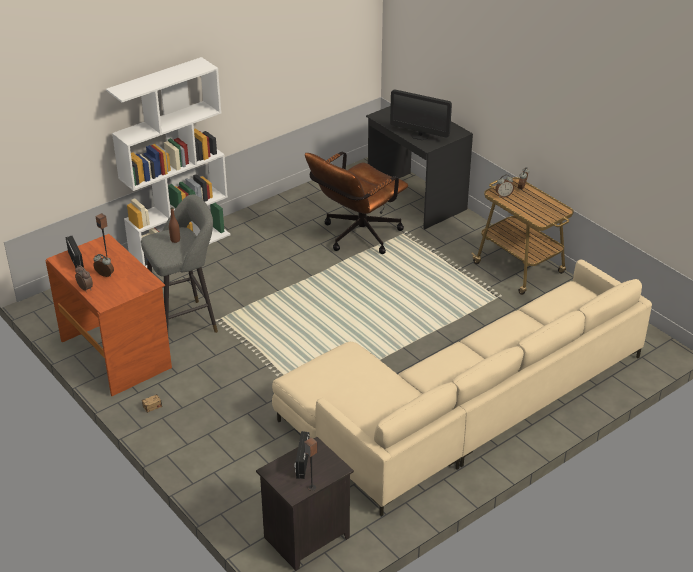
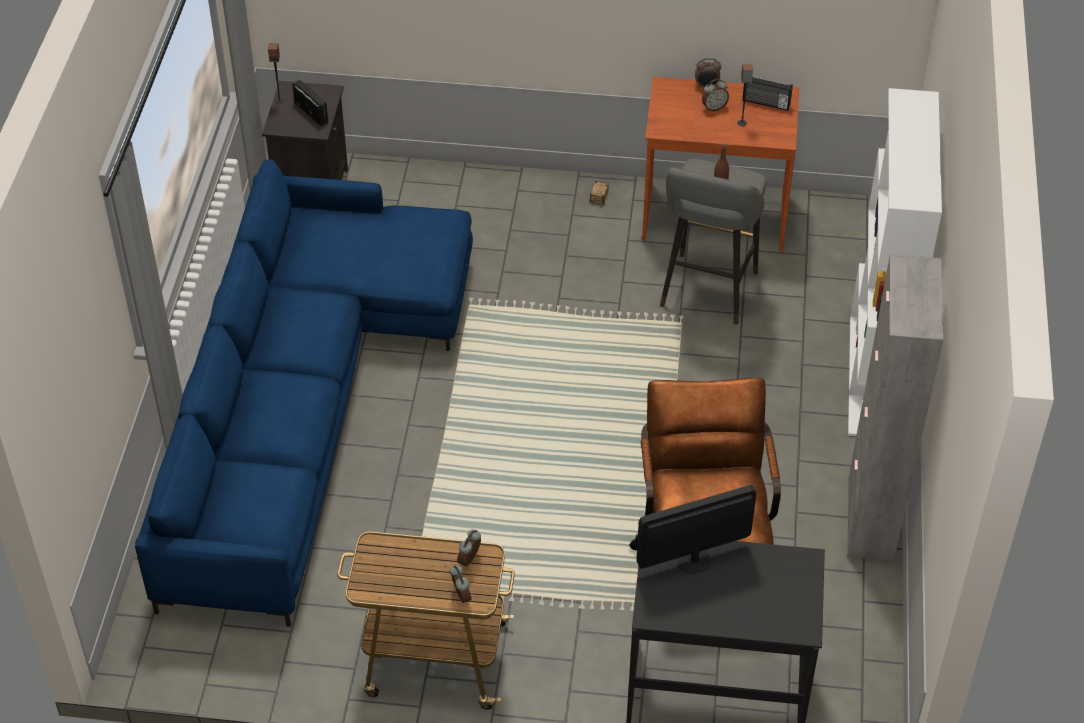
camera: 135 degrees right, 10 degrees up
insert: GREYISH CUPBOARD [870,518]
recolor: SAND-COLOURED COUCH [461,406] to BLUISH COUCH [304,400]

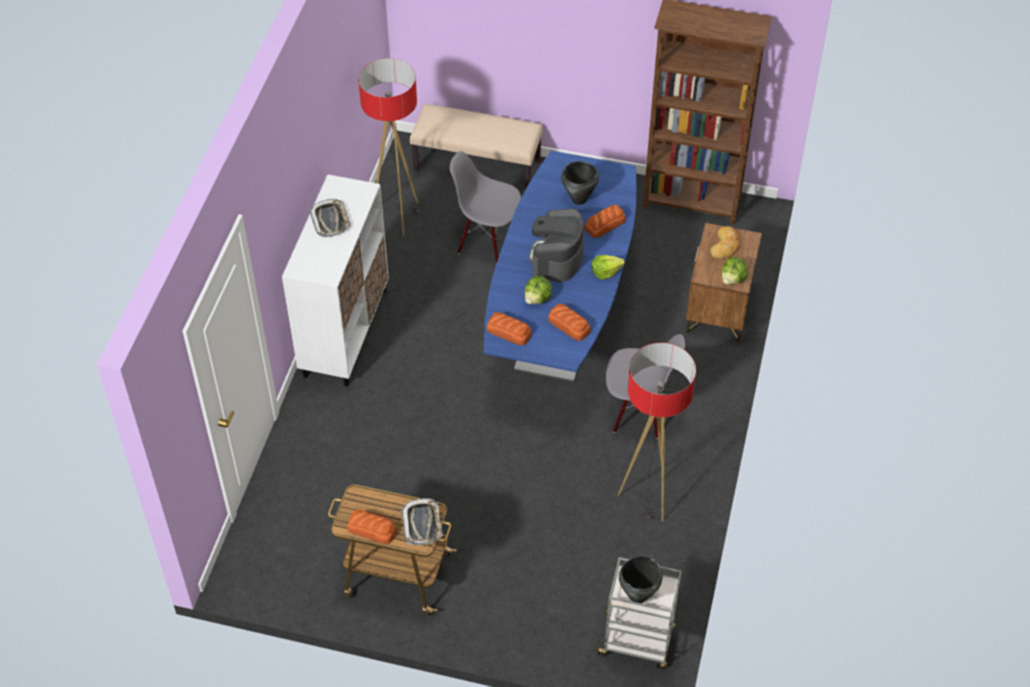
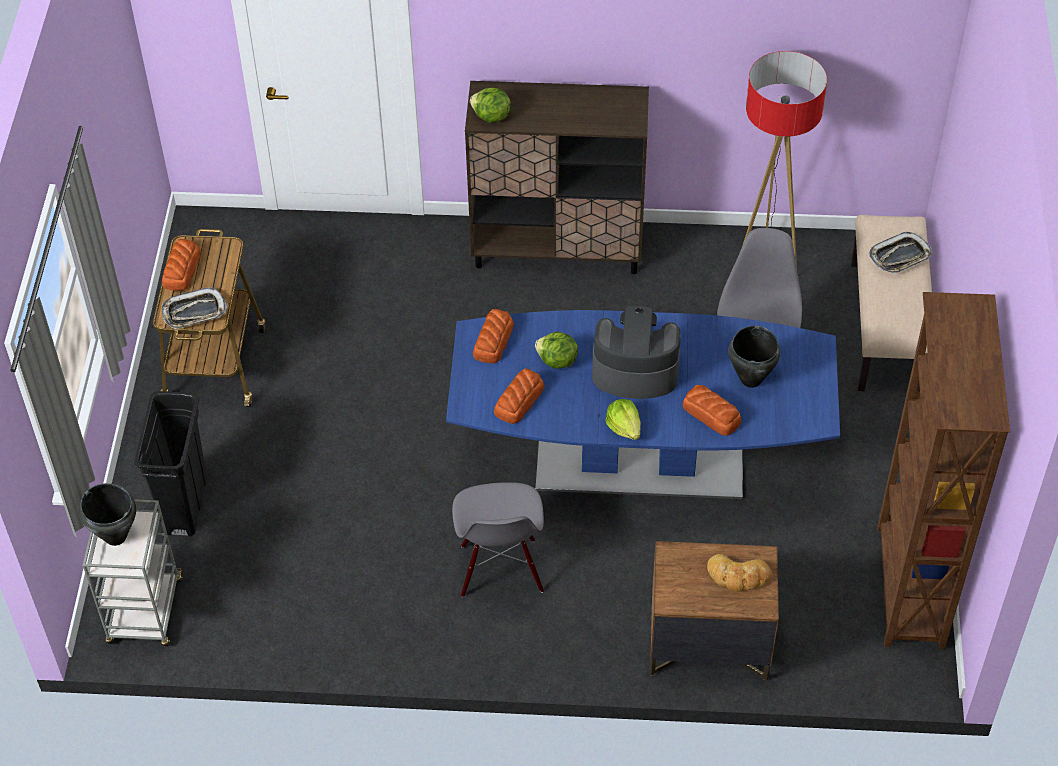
camera: 80 degrees right, 0 degrees up
delete: STANDING LAMP [648,498]
insert: BLACKISH RUBBISH BIN [186,505]
move: SERVING TRAY [330,220] to [900,257]; LETTUCE [733,279] to [491,117]
recolor: WHITISH CUPBOARD [345,332] to BROWN CUPBOARD [558,249]

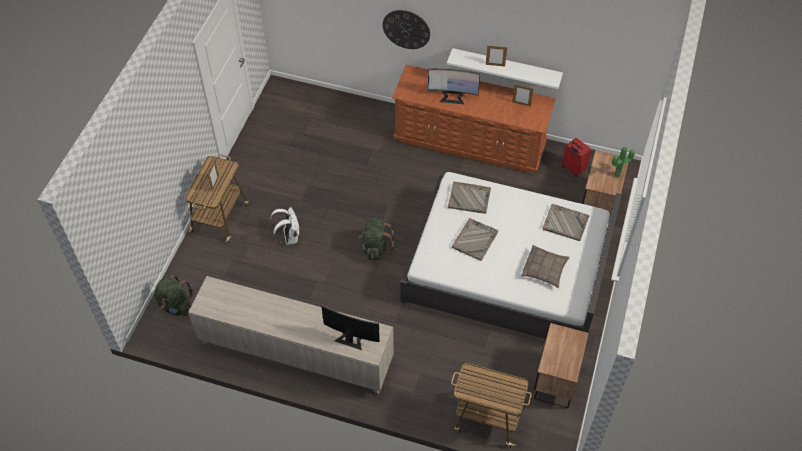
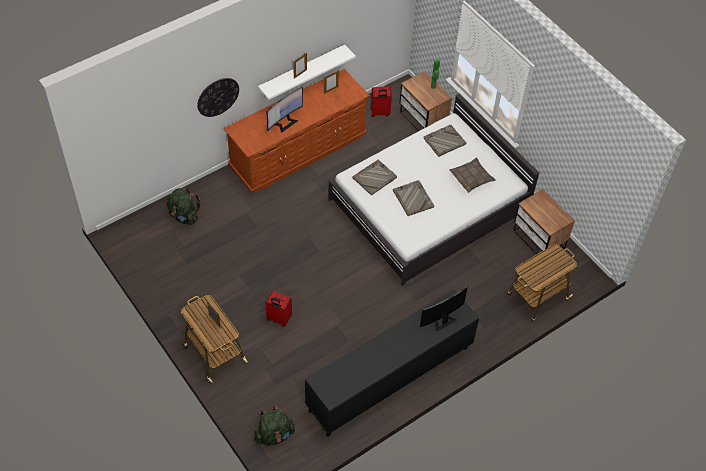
camera: 55 degrees left, 0 degrees up
move: GREEN-COLOURED KNAPSACK [375,248] to [184,216]
replace: WHITISH KNAPSACK [289,237] to REDDISH PIECE OF LUGGAGE [278,319]
recolor: SAND-COLOURED CUPBOARD [296,353] to BLACKISH CUPBOARD [390,379]

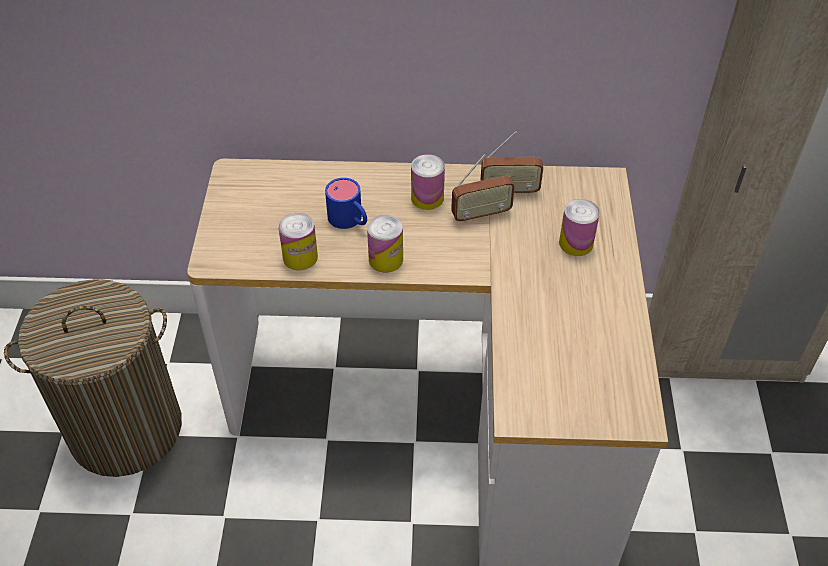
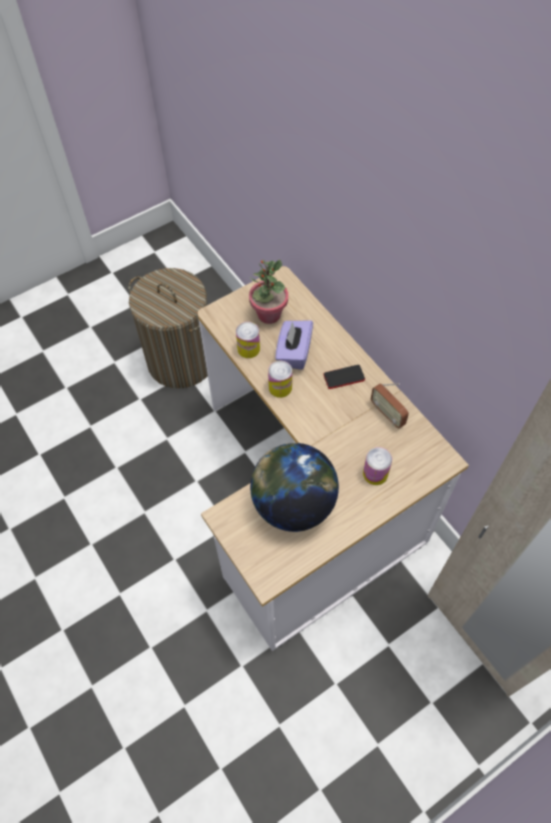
camera: 55 degrees right, 10 degrees up
delete: RADIO SET [481,214]
insert: PLANT IN A POT [268,314]; WORLD GLOBE [293,504]
replace: BLUISH TEA MUG [350,220] to PURPLE-COLOURED TISSUE HOLDER [294,353]; SEALED CAN [427,198] to TELEPHONE [344,377]

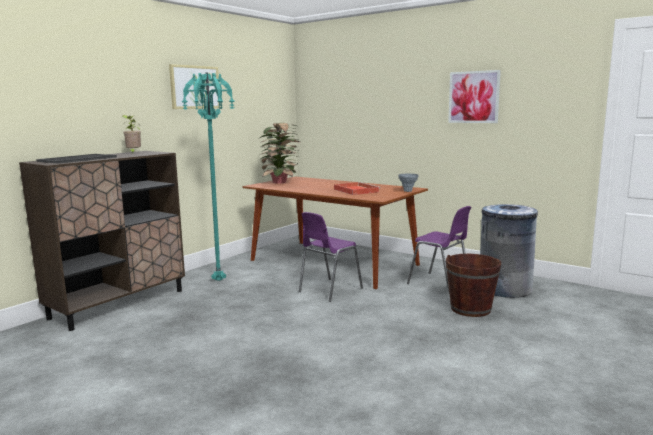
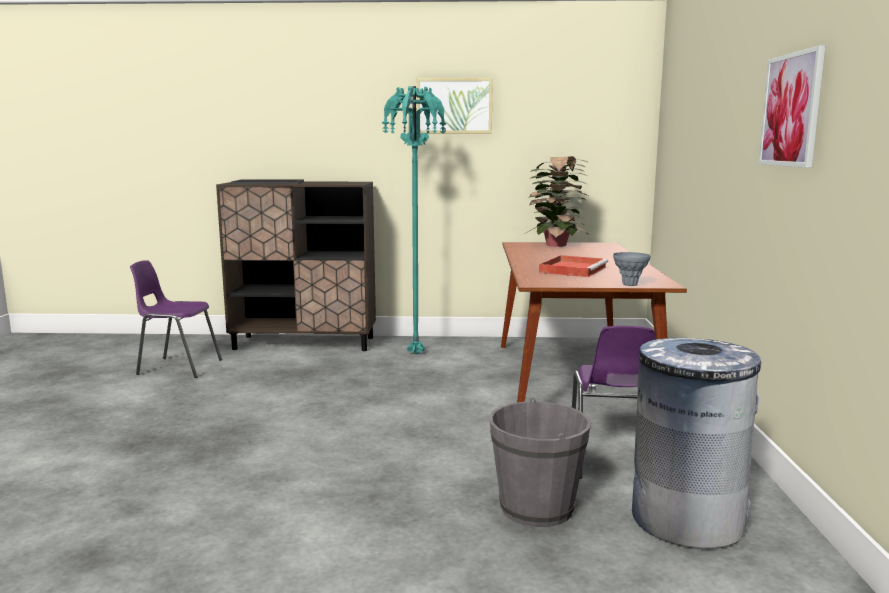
camera: 55 degrees right, 0 degrees up
delete: PLANT IN A POT [133,153]
move: PURPLE-COLOURED PLAIN CHAIR [329,290] to [178,367]
recolor: BROWN WATER BUCKET [470,309] to GREYISH WATER BUCKET [536,508]

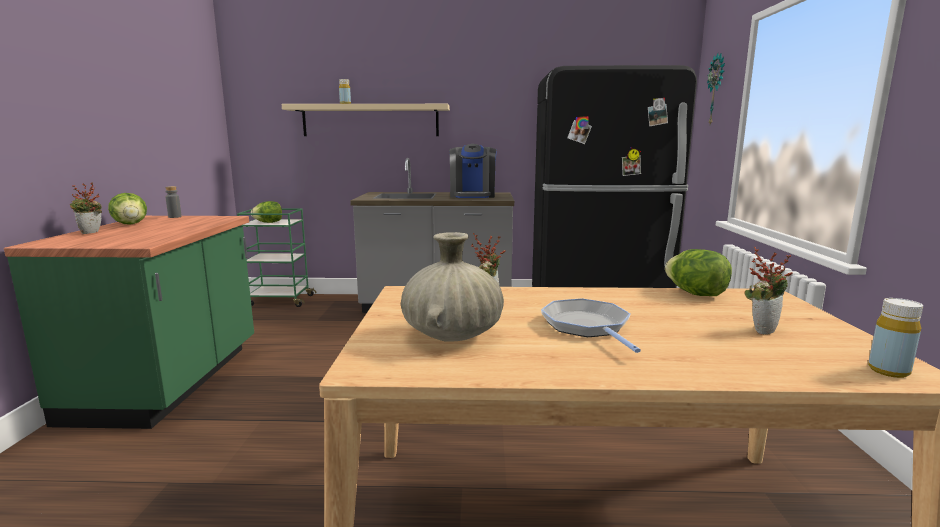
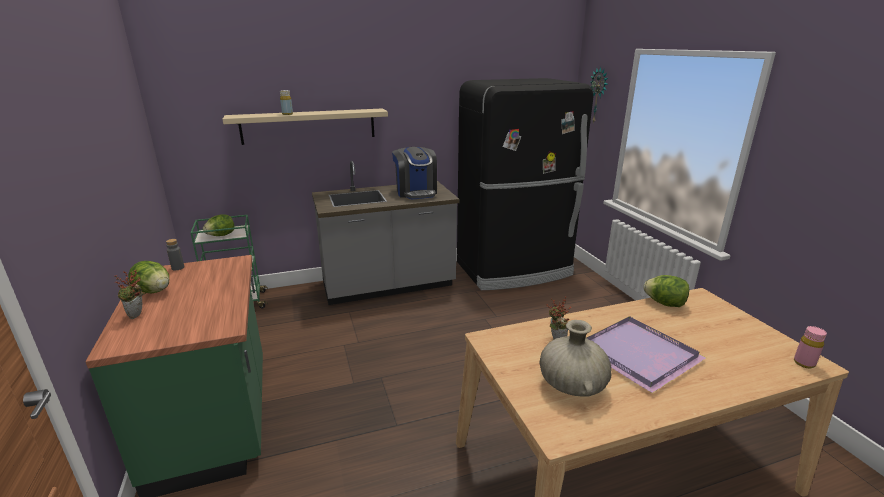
camera: 20 degrees left, 10 degrees up
delete: PLANT IN A POT [761,329]
replace: FRYING PAN [587,326] to PURPLE-COLOURED SERVING TRAY [638,355]
recolor: YELLOW BEVERAGE BOTTLE [888,371] to PINK-COLOURED BEVERAGE BOTTLE [804,363]

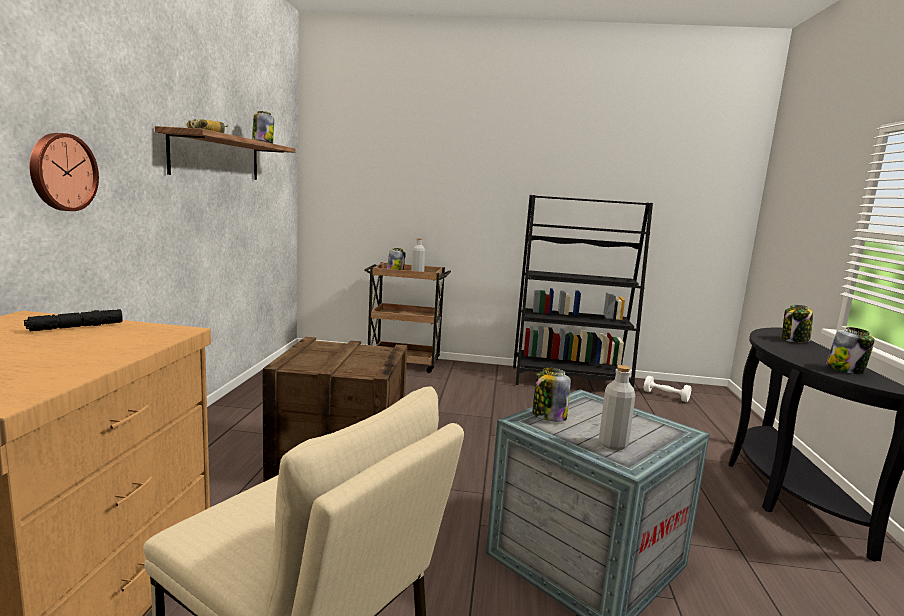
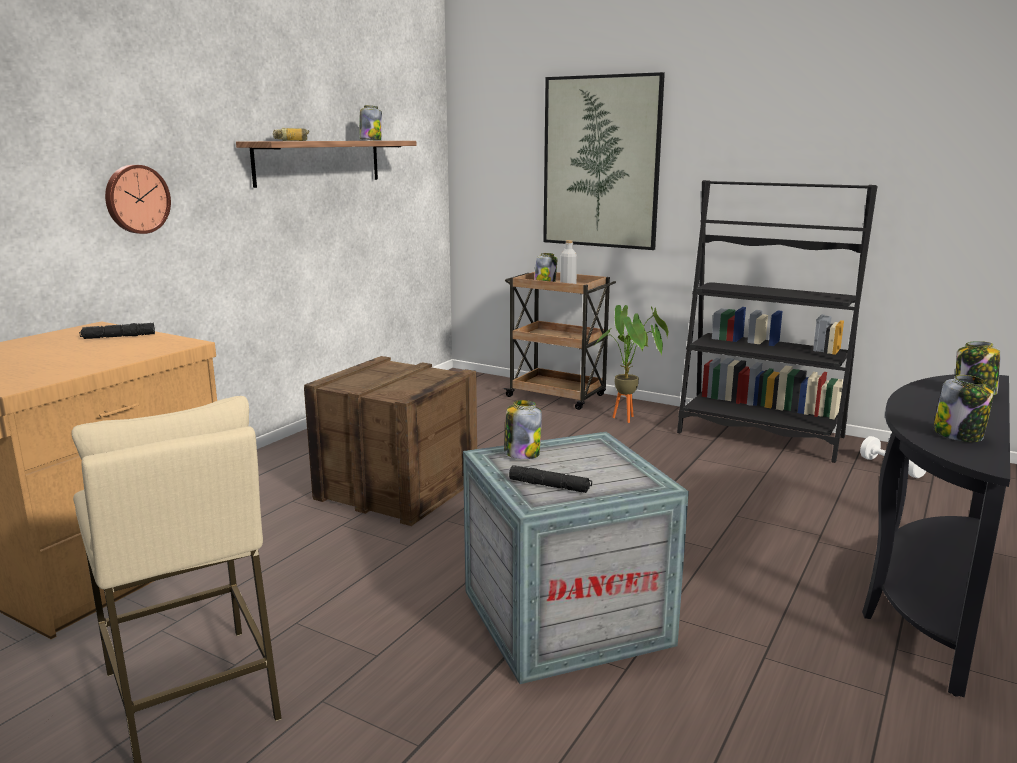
camera: 25 degrees right, 5 degrees up
insert: WALL ART [601,162]; PLANT IN A POT [630,420]
replace: GREYISH BEVERAGE BOTTLE [613,444] to BLACKISH FLASHLIGHT [549,486]

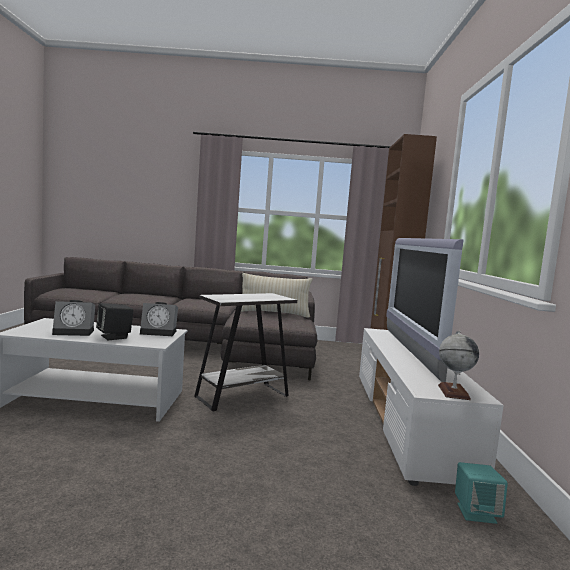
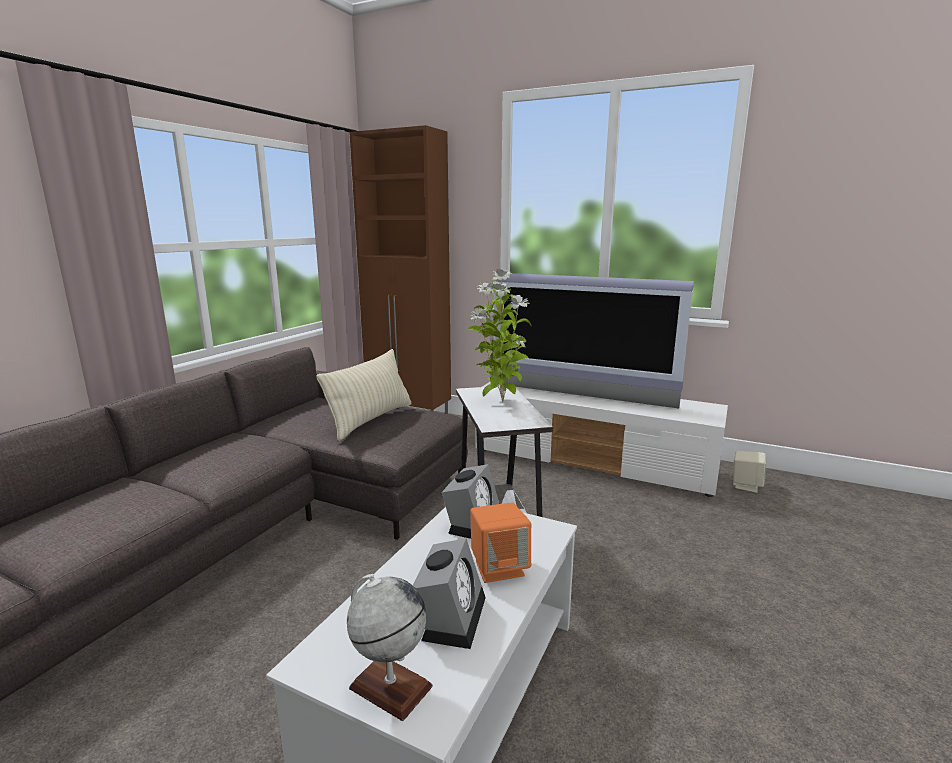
camera: 65 degrees left, 10 degrees up
insert: PLANT IN A POT [500,402]
move: WORLD GLOBE [453,392] to [390,687]
recolor: BLACKISH LOUDSPEAKER [114,337] to ORANGE-COLOURED LOUDSPEAKER [499,568]; BLUE-GREEN LOUDSPEAKER [476,513] to SAND-COLOURED LOUDSPEAKER [746,485]

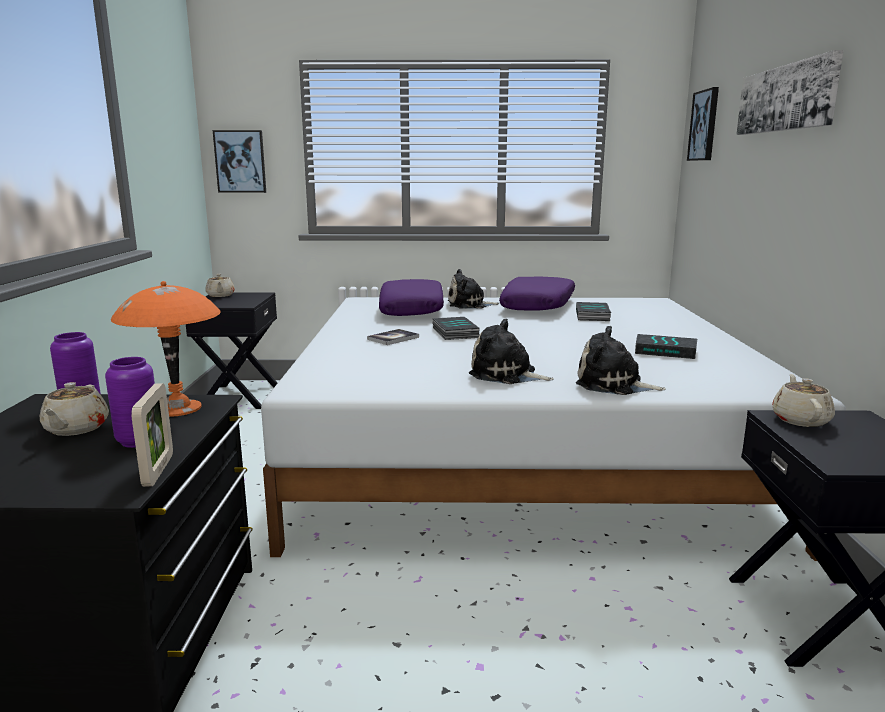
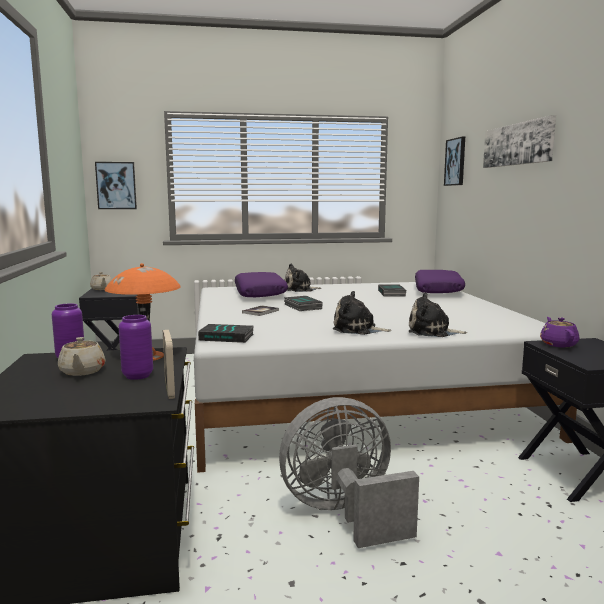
camera: 10 degrees left, 5 degrees down
insert: GREYISH COOLING FAN [344,514]
move: PURPLE-COLOURED THROW PILLOW [539,306] to [438,290]; VOLUME [666,351] to [227,337]
recolor: SAND-COLOURED TEA POT [800,419] to PURPLE-COLOURED TEA POT [558,344]

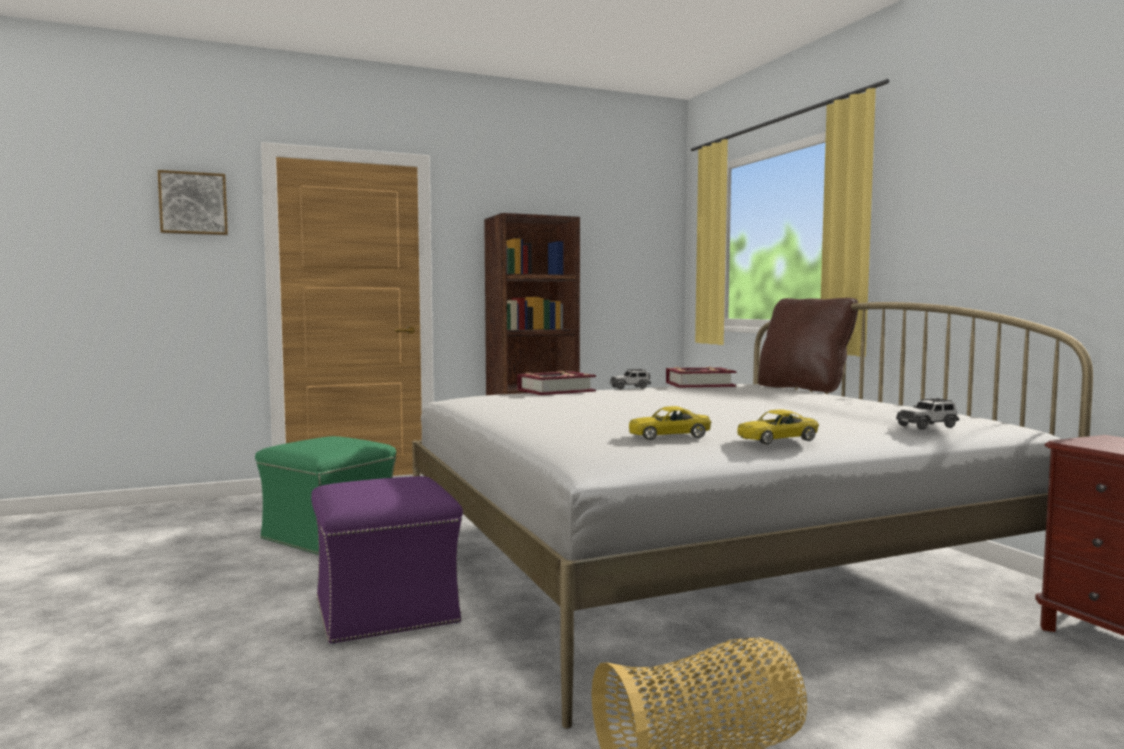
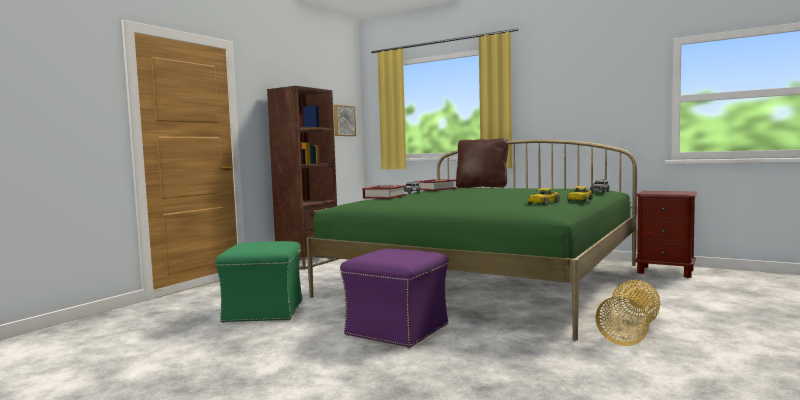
camera: 35 degrees left, 0 degrees up
move: WALL ART [193,203] to [343,120]
recolor: WHITISH BED [697,562] to GREEN-COLOURED BED [486,280]

